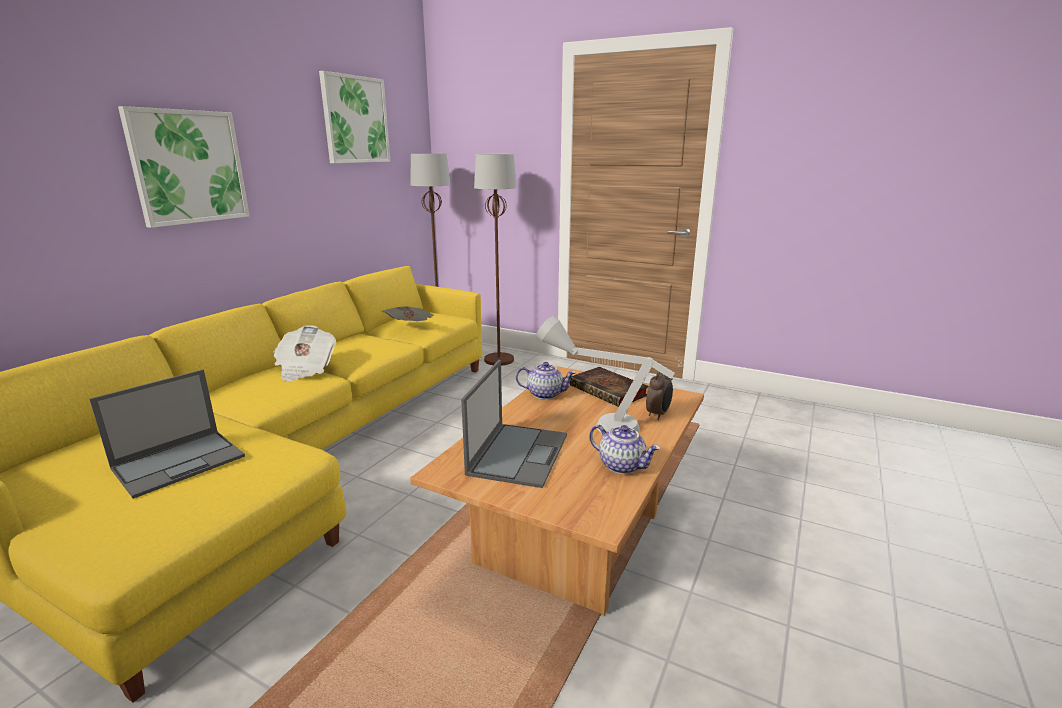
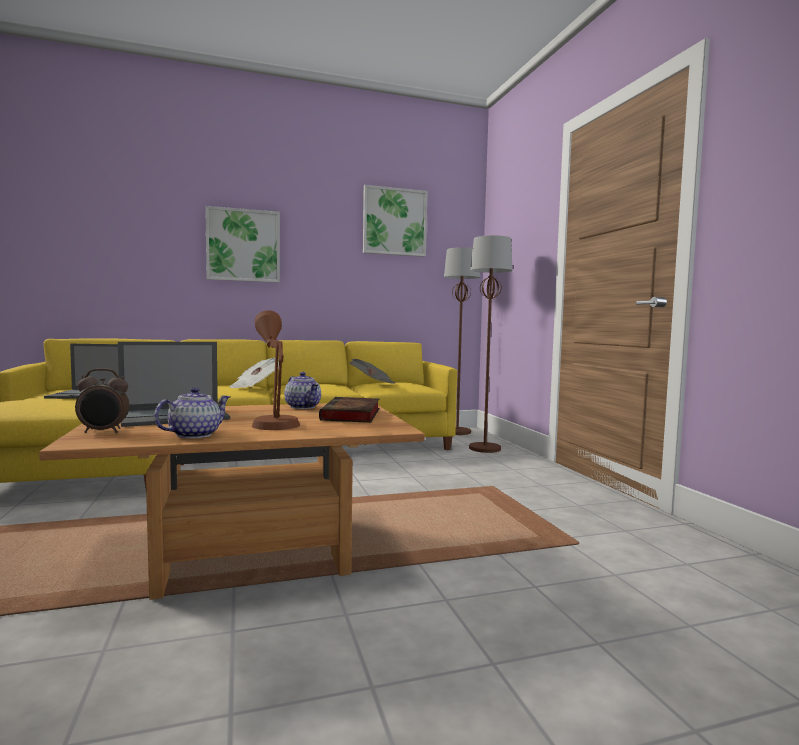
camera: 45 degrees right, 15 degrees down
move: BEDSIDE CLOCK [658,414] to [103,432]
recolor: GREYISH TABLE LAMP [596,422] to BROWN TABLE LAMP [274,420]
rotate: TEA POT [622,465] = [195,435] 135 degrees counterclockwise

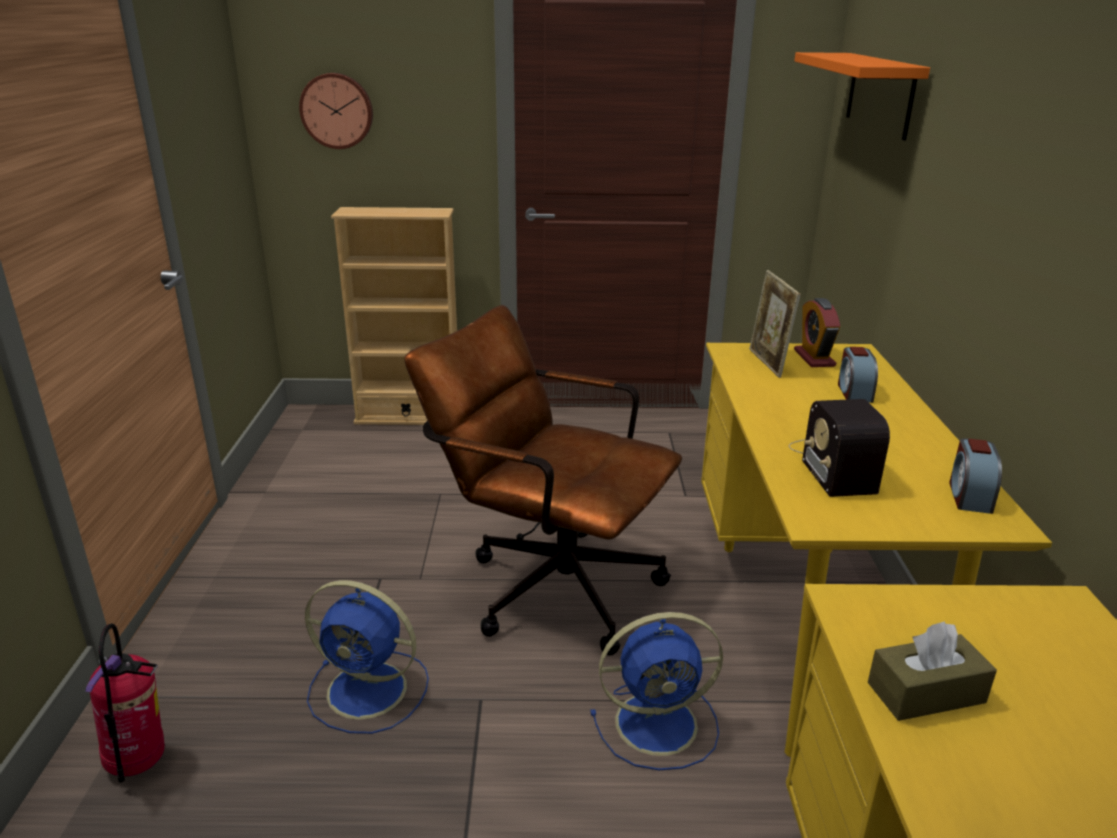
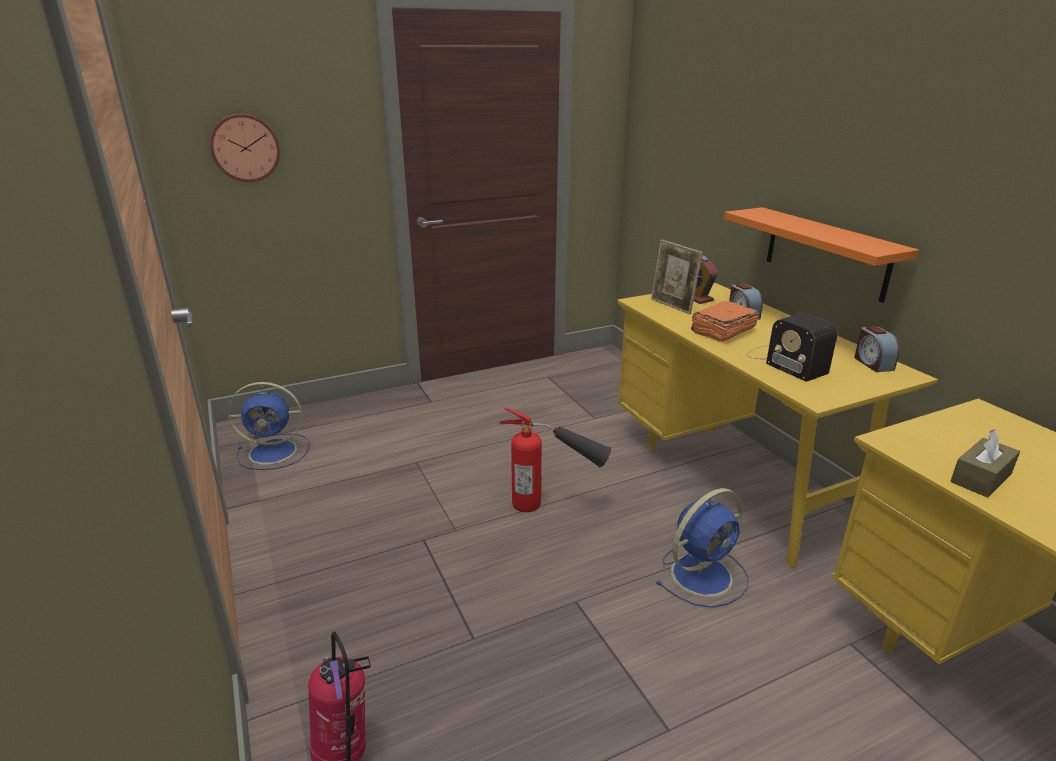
camera: 25 degrees left, 0 degrees up
delete: SAND-COLOURED BOOKSHELF [409,417]
insert: ORANGE-COLOURED VOLUME [722,331]
move: BLUISH COOLING FAN [370,690] to [275,451]; ORANGE-COLOURED SHELF [880,94] to [826,253]
replace: BROWN COMPUTER CHAIR [548,583] to FIRE EXTINGUISHER [553,505]

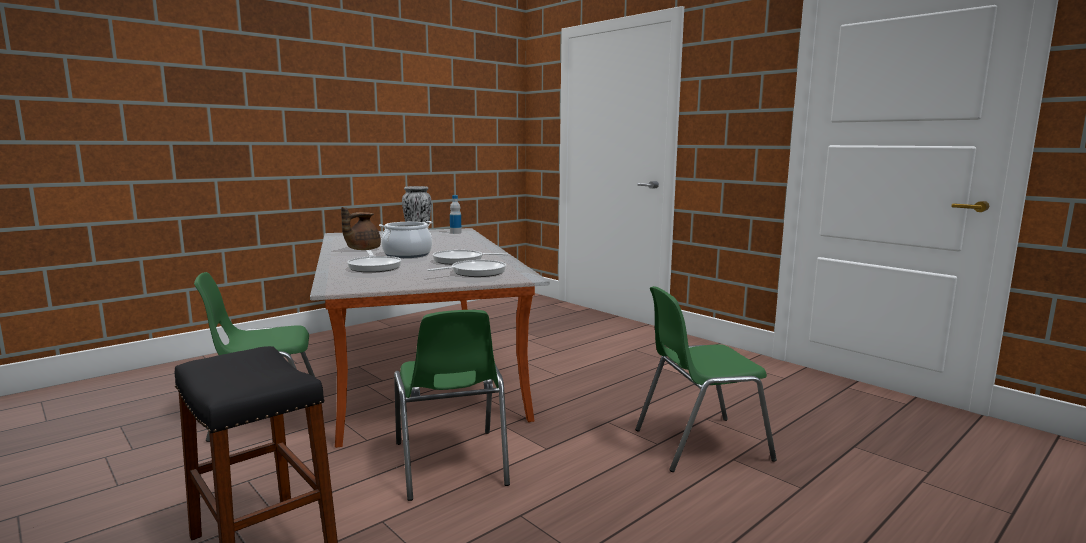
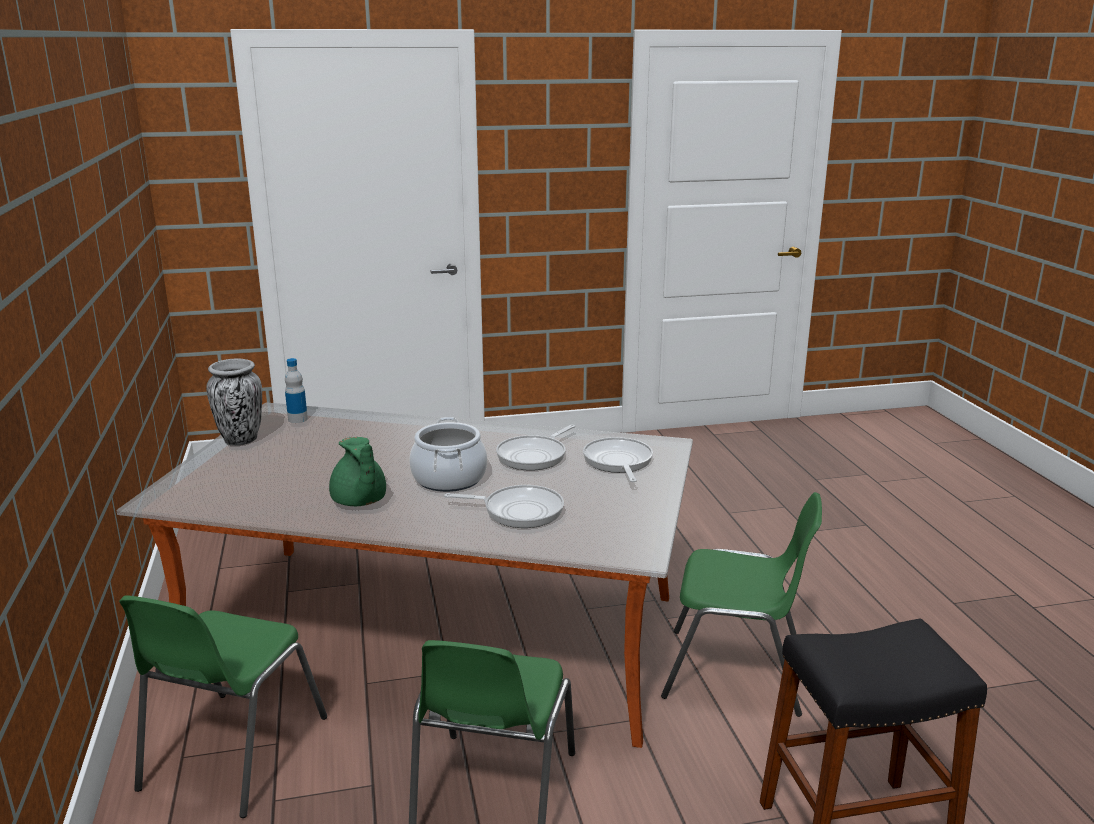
camera: 60 degrees left, 10 degrees up
move: GREEN-COLOURED PLAIN CHAIR [699,444] to [231,754]
recolor: BROWN TEA POT [362,249] to GREEN-COLOURED TEA POT [359,501]

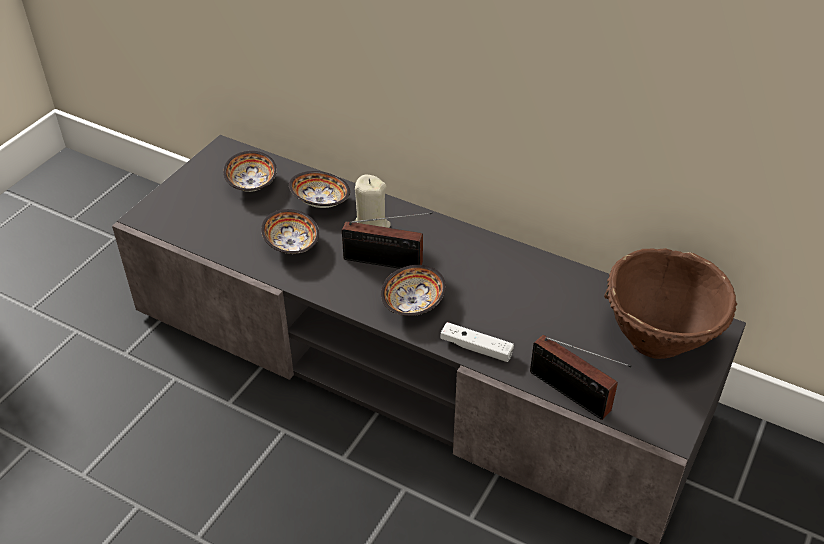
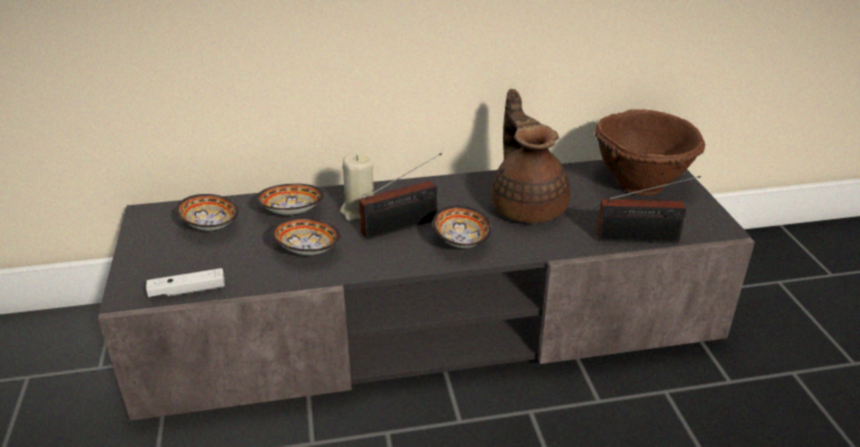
camera: 40 degrees left, 10 degrees down
insert: BROWN TEA POT [527,205]
move: WHITISH JOYPAD [476,348] to [187,291]

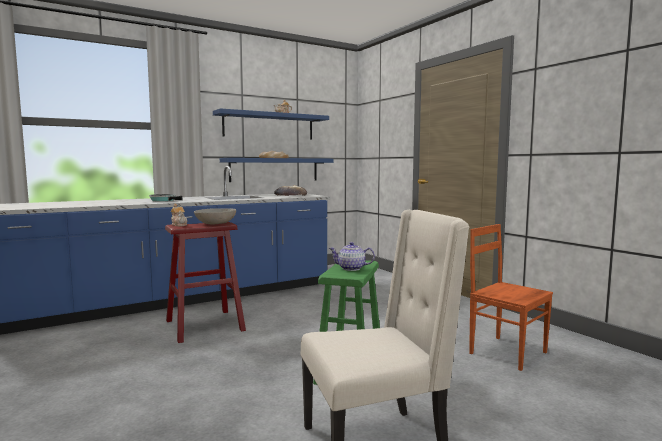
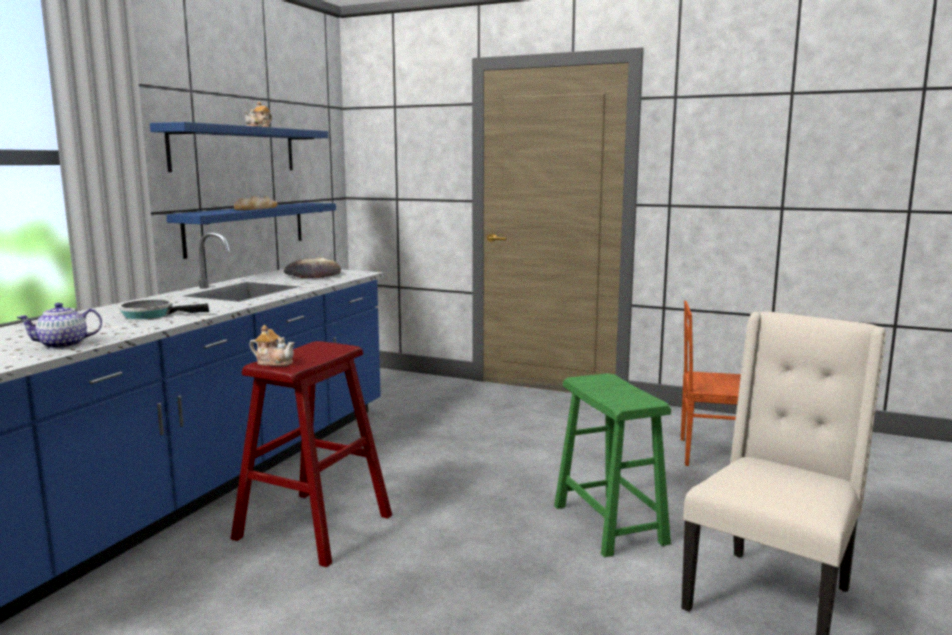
camera: 35 degrees left, 5 degrees up
delete: GREYISH BOWL [215,223]
move: TEA POT [351,268] to [64,345]

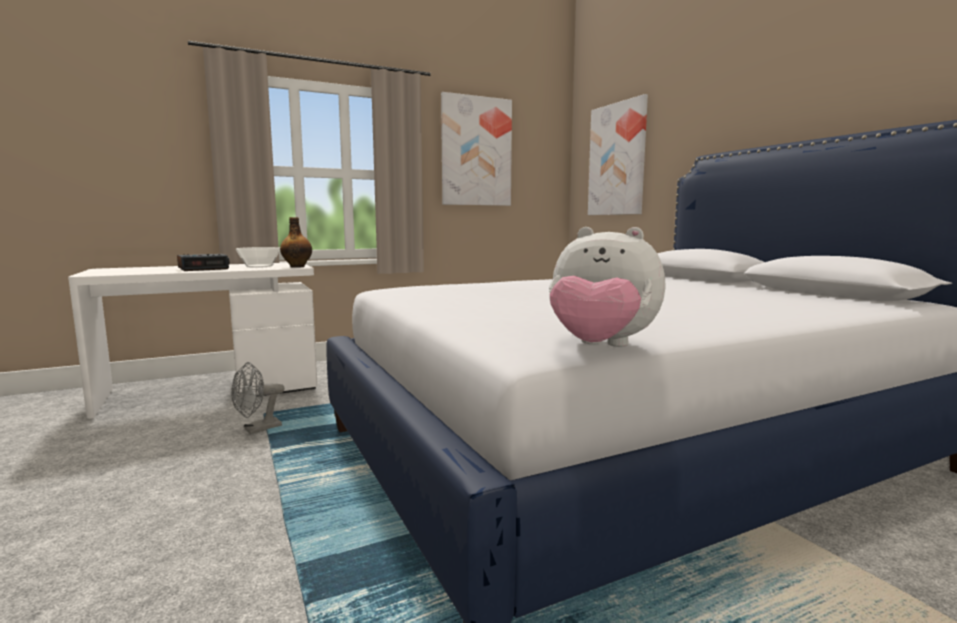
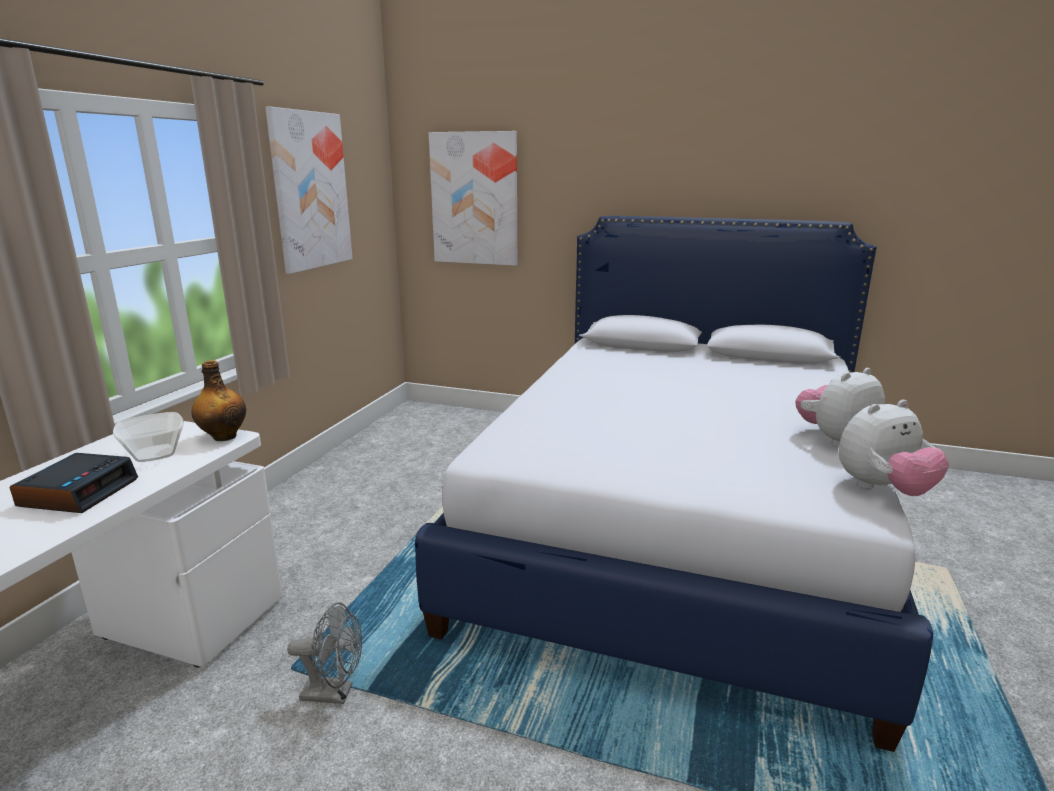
camera: 45 degrees left, 10 degrees up
insert: SOFT TOY [835,439]
rotate: GREYISH COOLING FAN [257,429] = [335,693] 90 degrees counterclockwise

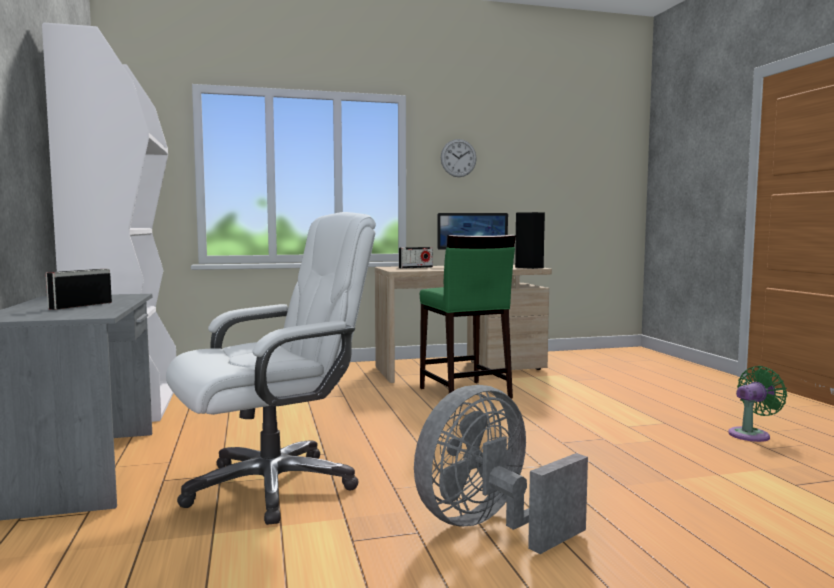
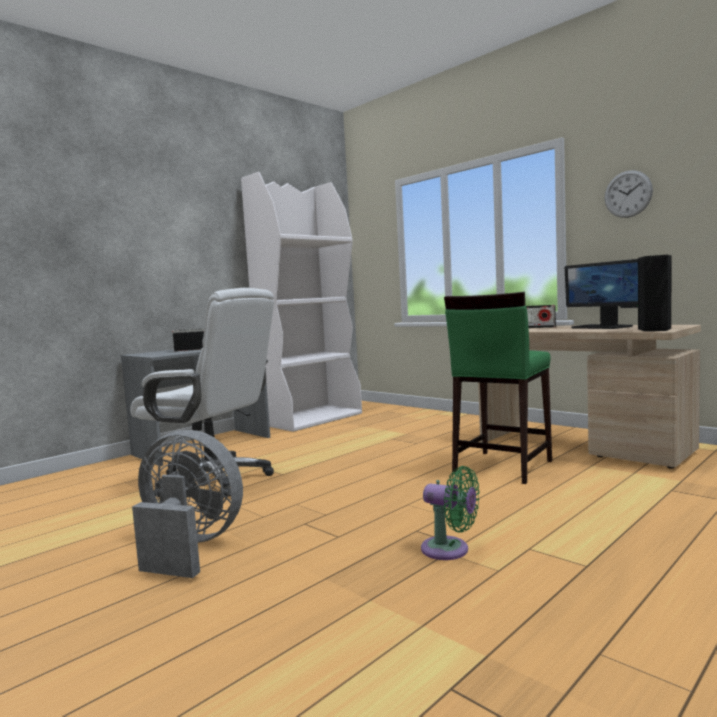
camera: 60 degrees right, 0 degrees up
move: GREEN-COLOURED COOLING FAN [751,434] to [450,550]

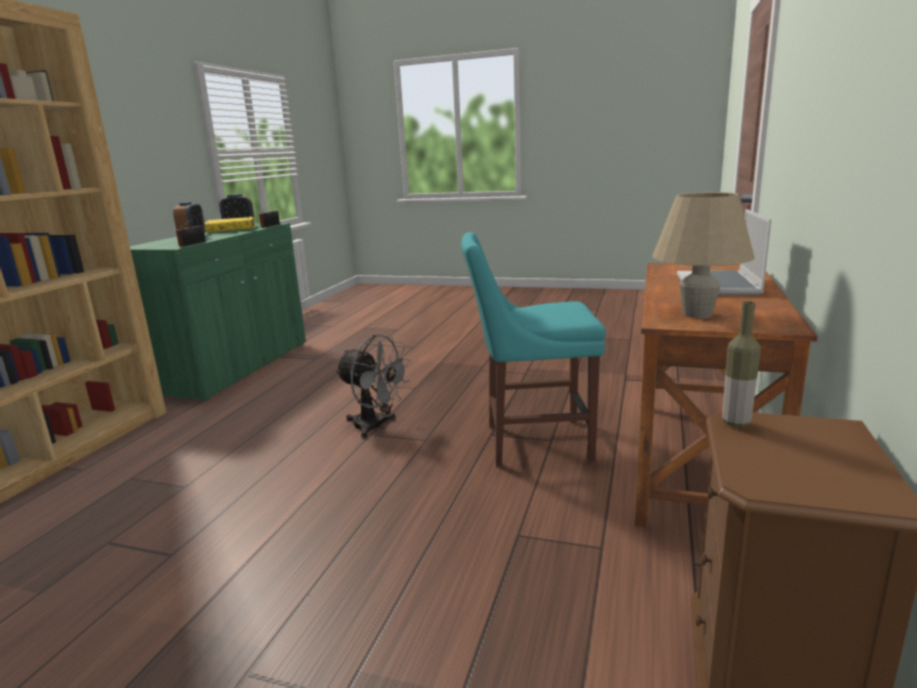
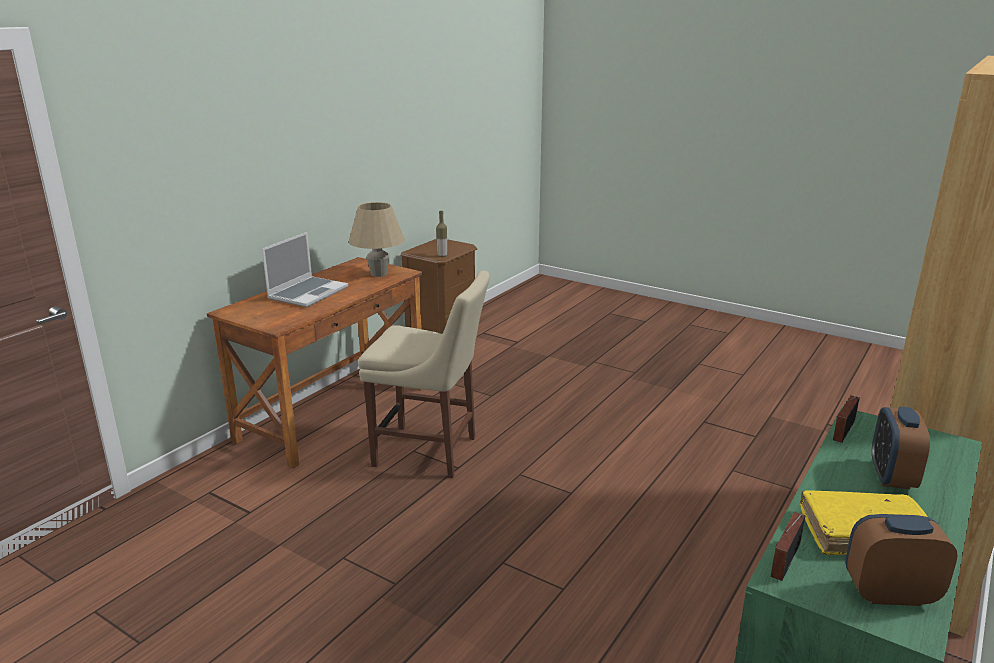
camera: 165 degrees left, 5 degrees up
delete: GREYISH COOLING FAN [376,426]
recolor: BLUE-GREEN PLAIN CHAIR [531,442] to SAND-COLOURED PLAIN CHAIR [430,452]

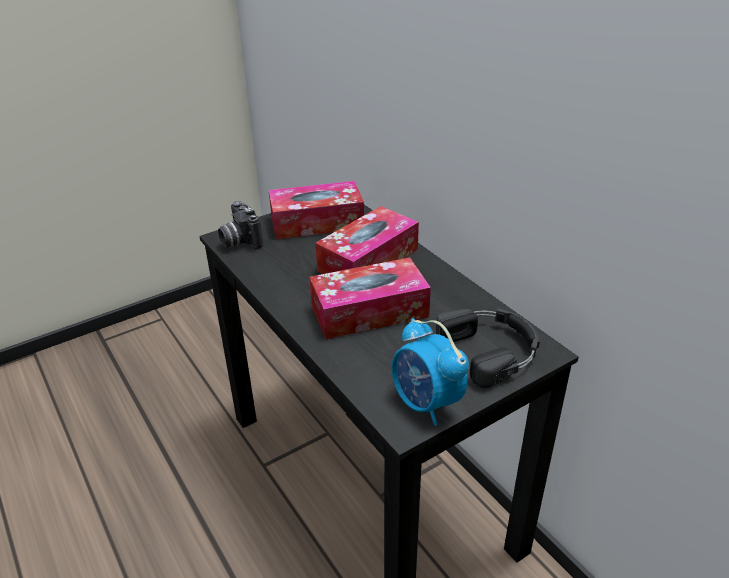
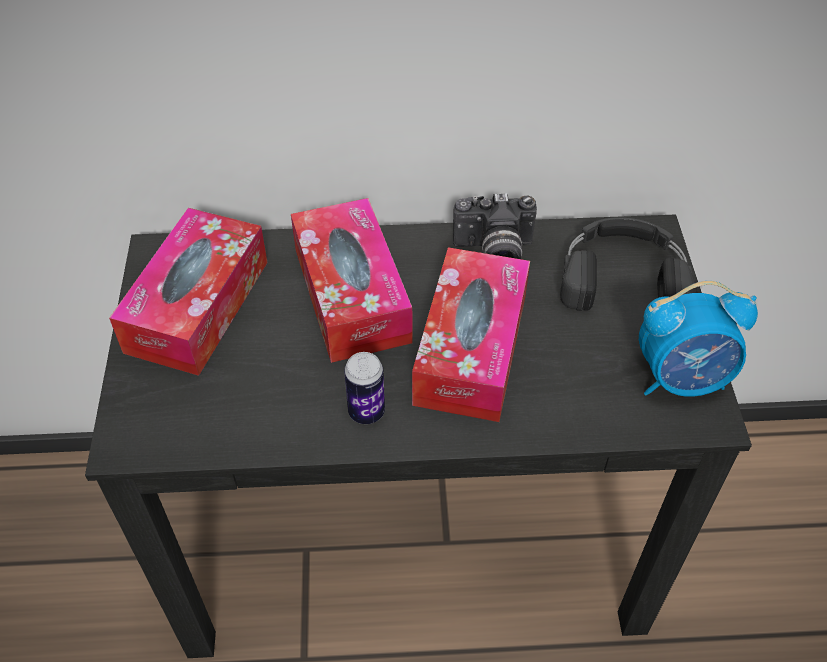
camera: 60 degrees left, 15 degrees up
insert: SEALED CAN [366,412]
move: PHOTO CAMERA [239,241] to [493,252]

